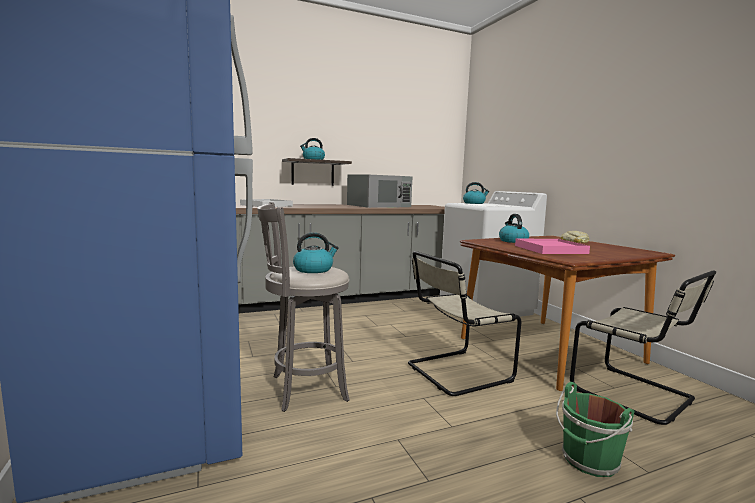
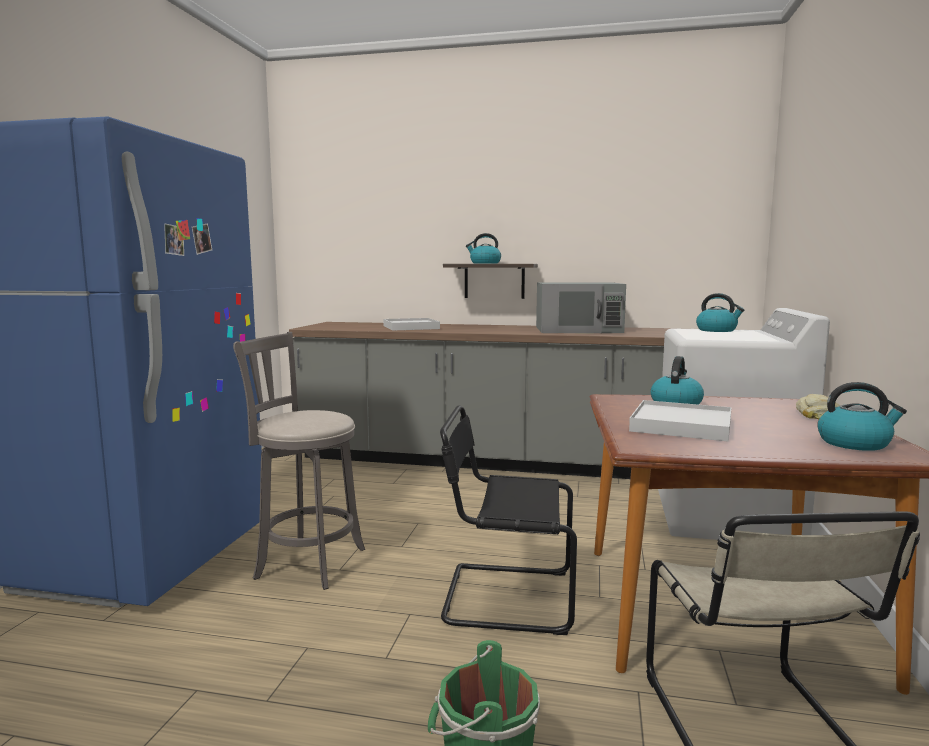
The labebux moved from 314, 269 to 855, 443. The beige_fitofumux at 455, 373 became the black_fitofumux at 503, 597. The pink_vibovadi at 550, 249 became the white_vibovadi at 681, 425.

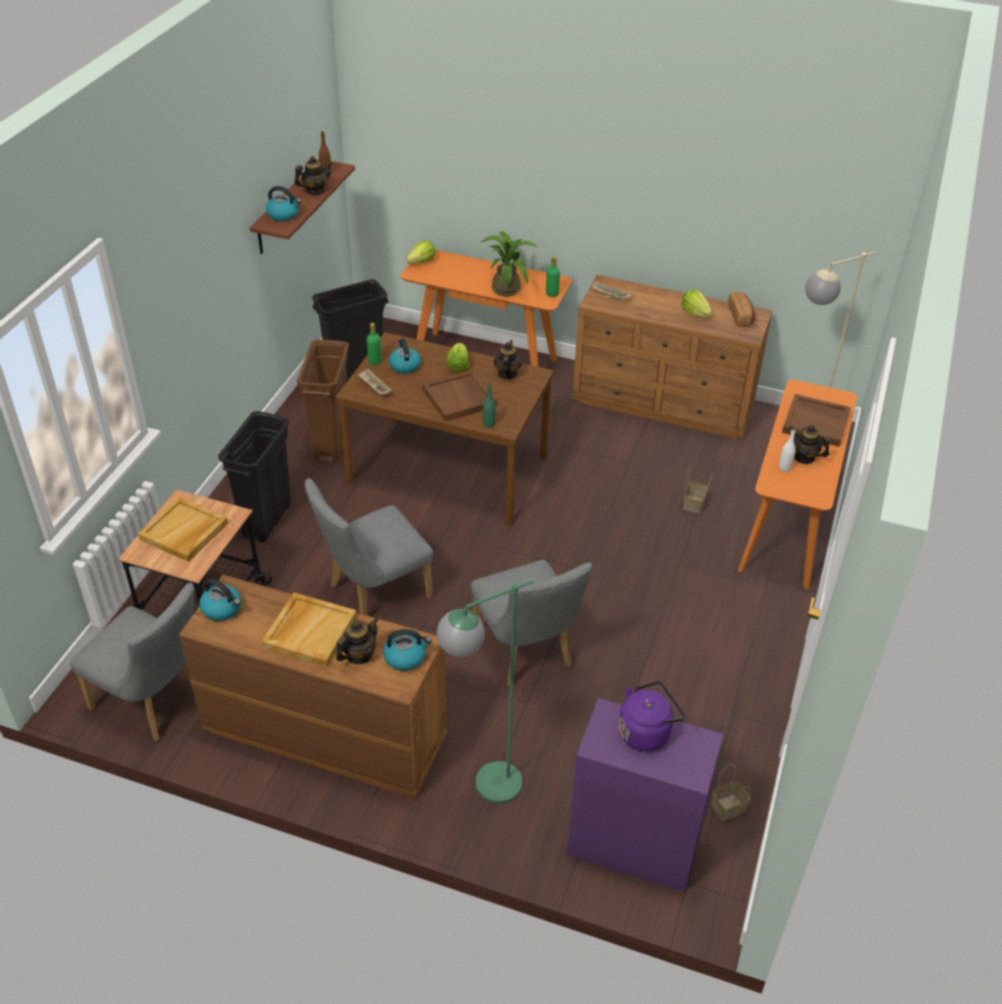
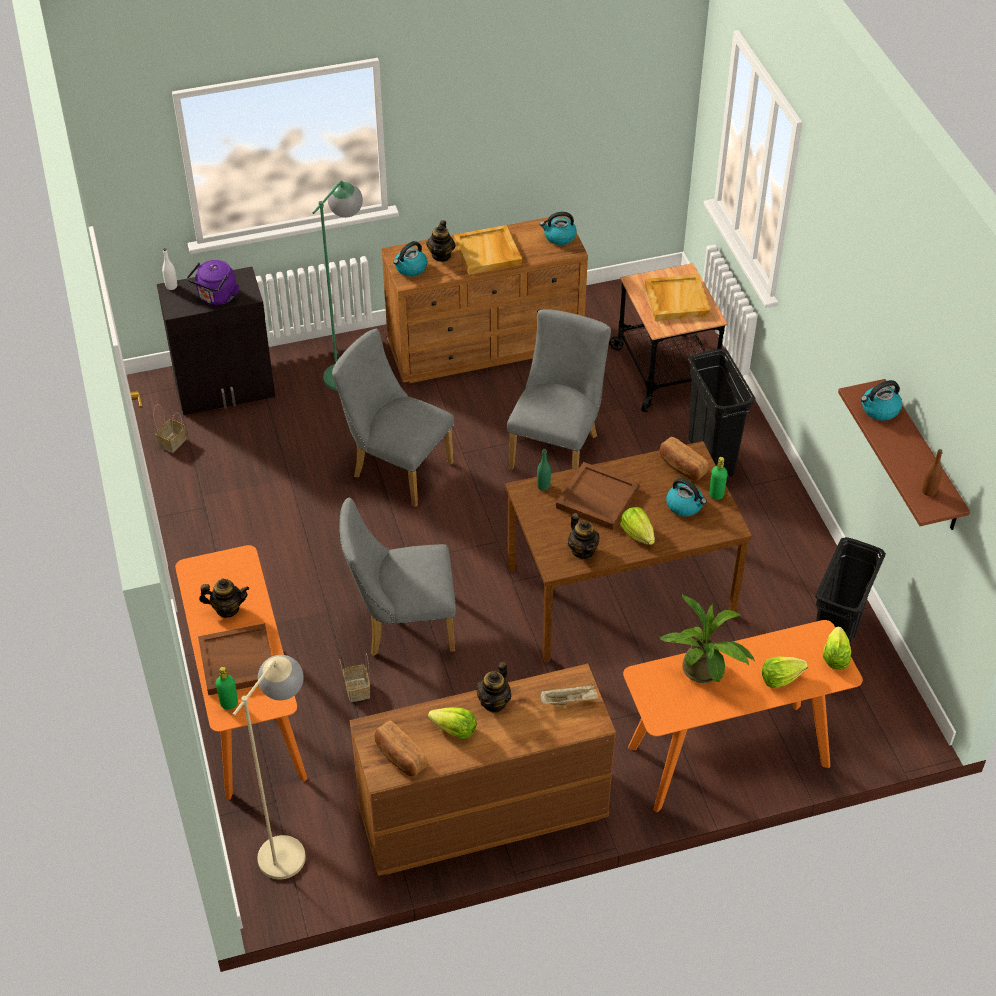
The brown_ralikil at 331, 443 disappeared. The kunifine at 780, 678 appeared. The grey_fitofumux moved from 155, 702 to 402, 625. The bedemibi moved from 315, 191 to 494, 702. The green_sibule moved from 552, 294 to 229, 703. The white_sibule moved from 784, 468 to 171, 286. The beige_vibovadi at 374, 388 was replaced by the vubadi at 681, 467. The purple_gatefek at 632, 843 became the black_gatefek at 226, 390.

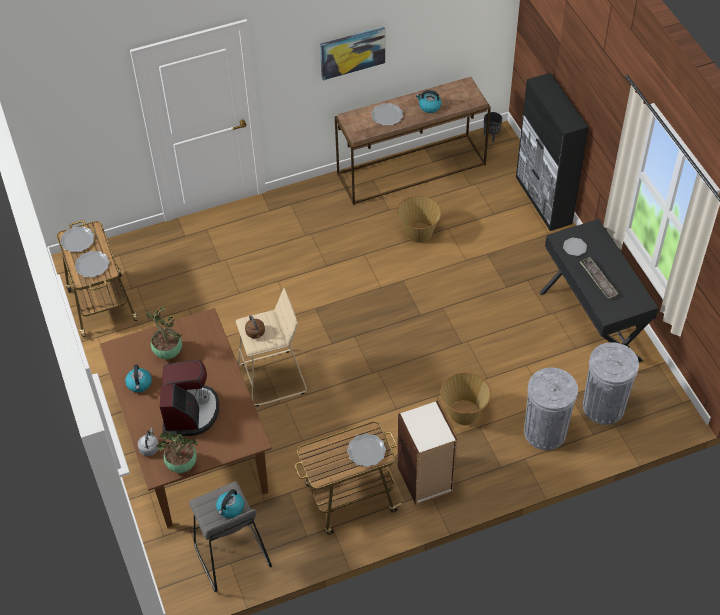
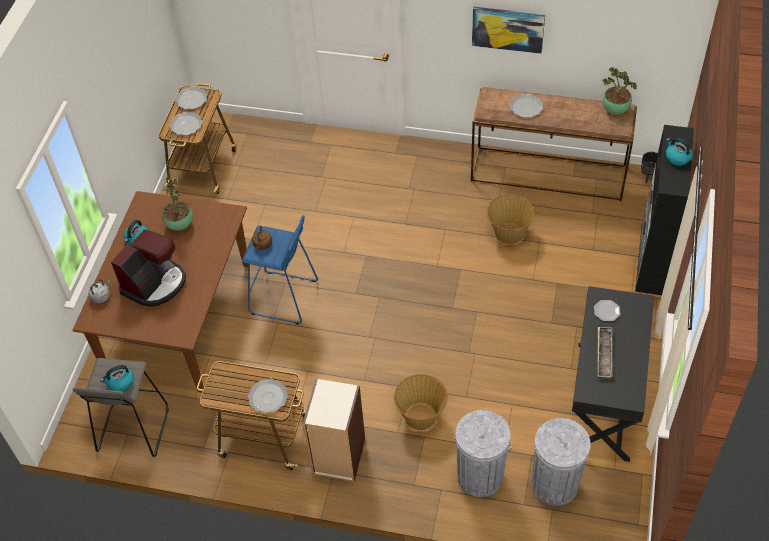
The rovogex moved from 183, 465 to 616, 110. The labebux moved from 429, 106 to 677, 157. The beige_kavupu at 273, 378 became the blue_kavupu at 284, 298.

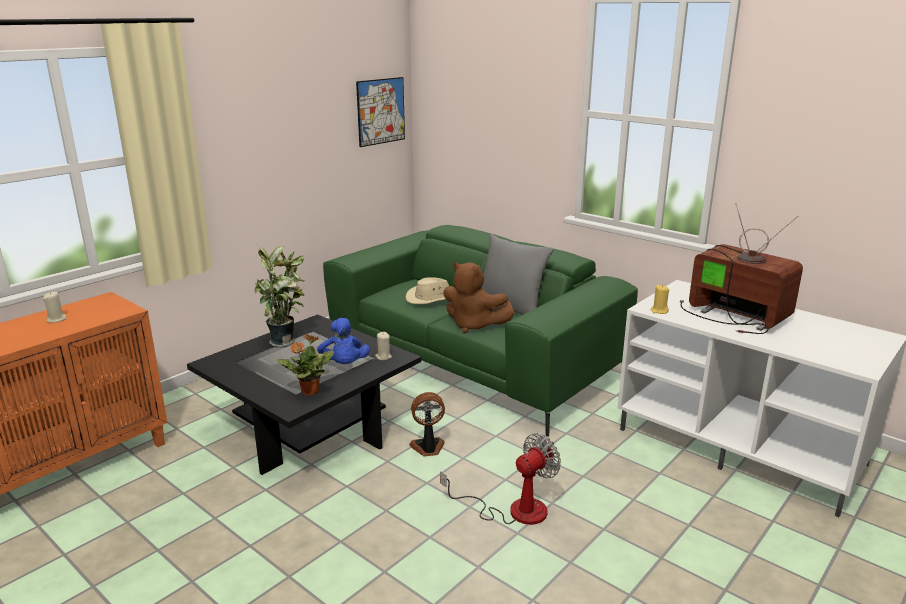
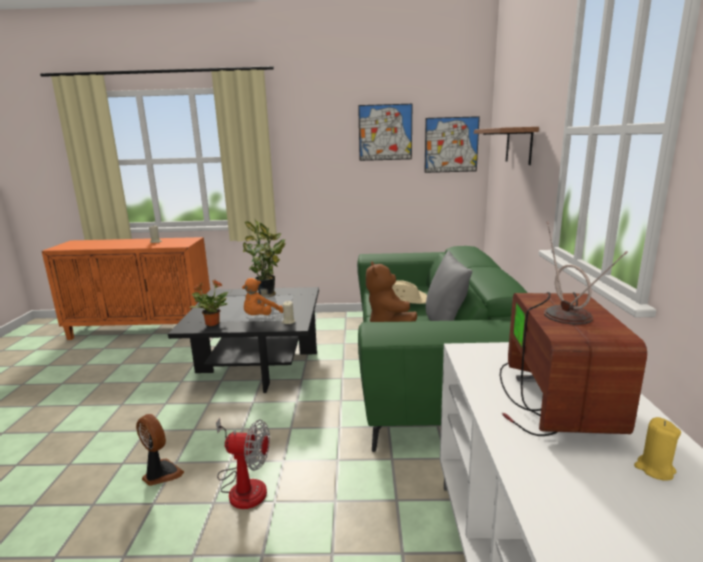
The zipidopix at 385, 132 appeared. The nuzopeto at 519, 145 appeared. The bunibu moved from 428, 448 to 160, 474. The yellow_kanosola moved from 659, 311 to 654, 469. The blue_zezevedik at 344, 365 became the orange_zezevedik at 260, 317.

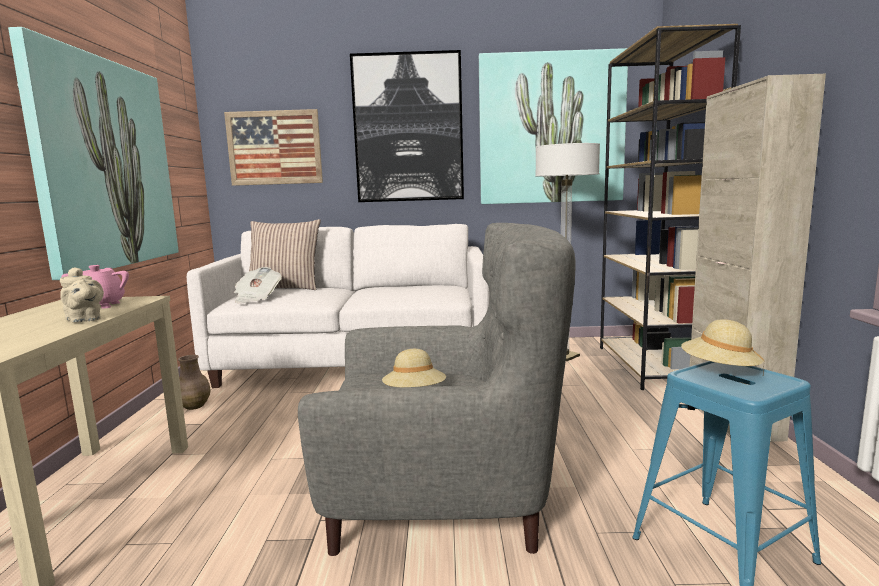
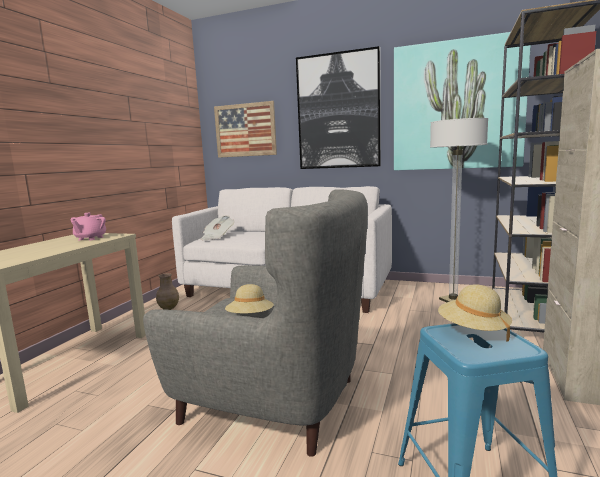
The zipidopix at 104, 164 disappeared. The beige_bedemibi at 84, 320 disappeared. The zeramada at 285, 288 disappeared.

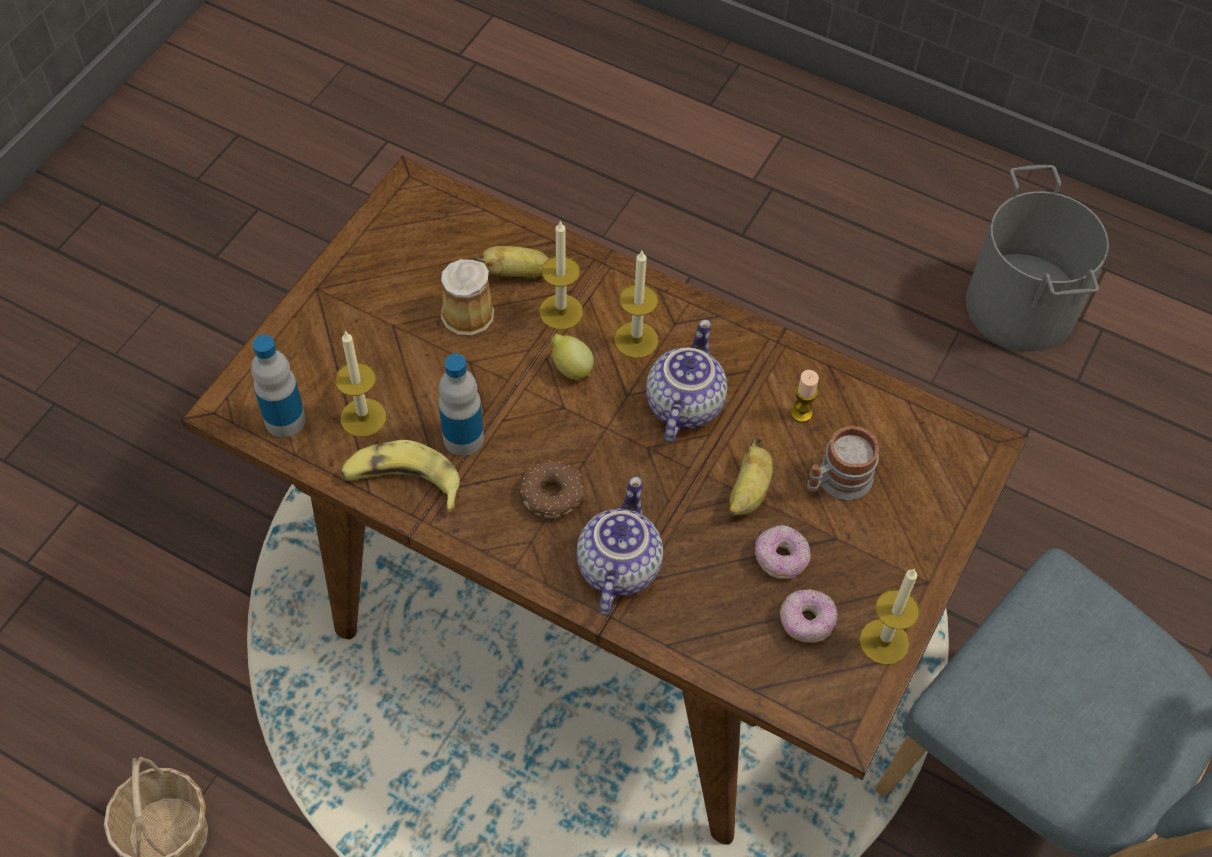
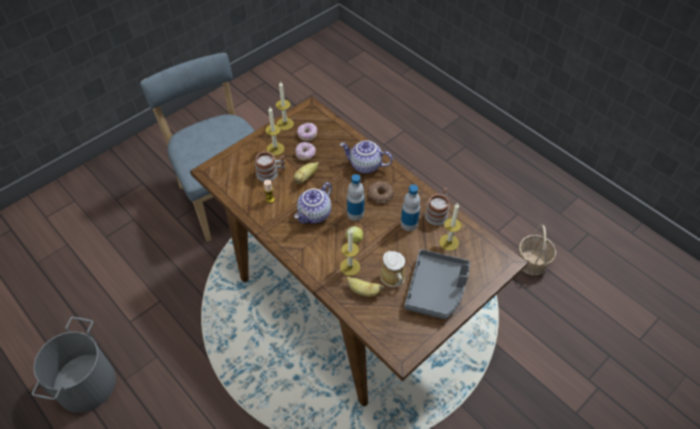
The grey_vibovadi at 436, 289 appeared. The sibule moved from 285, 420 to 355, 213. The kanosola moved from 636, 340 to 275, 149. The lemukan at 402, 482 was replaced by the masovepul at 437, 213. The bedemibi at 616, 566 turned 75 degrees clockwise.

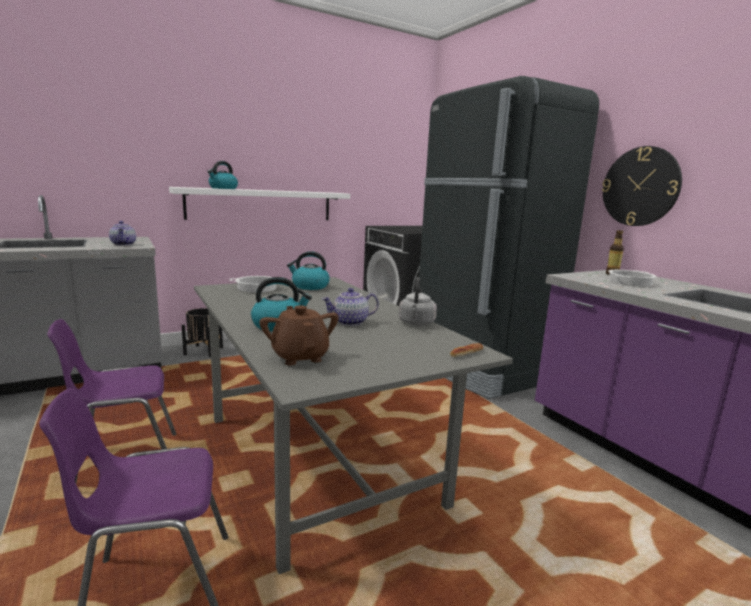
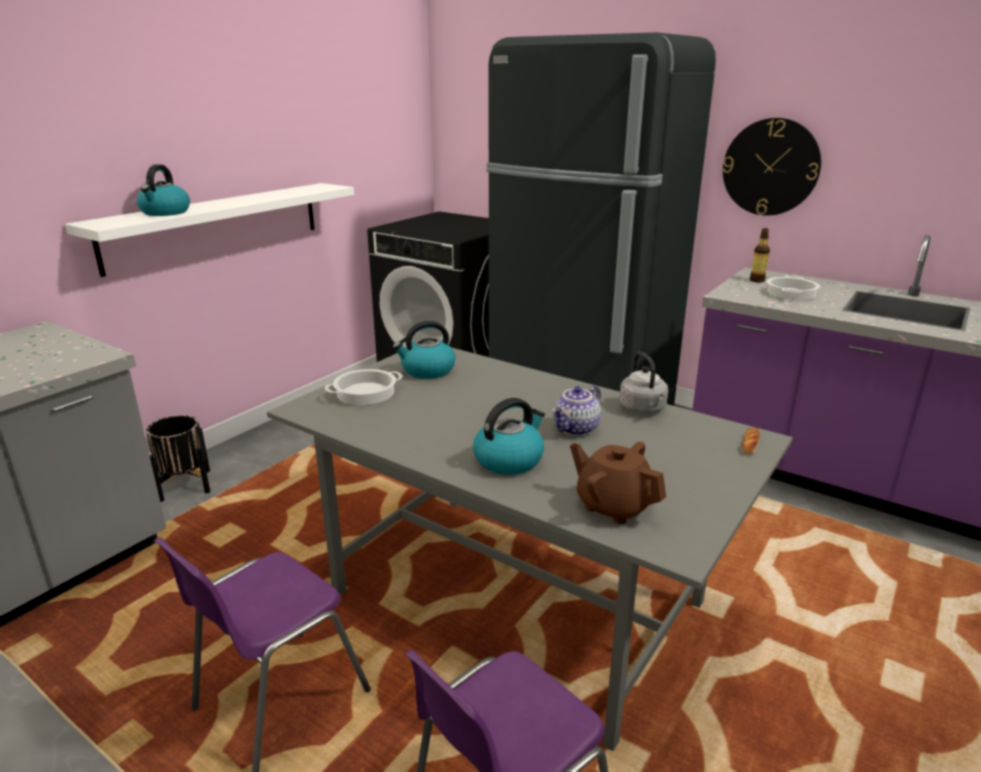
The bedemibi at 124, 244 disappeared.

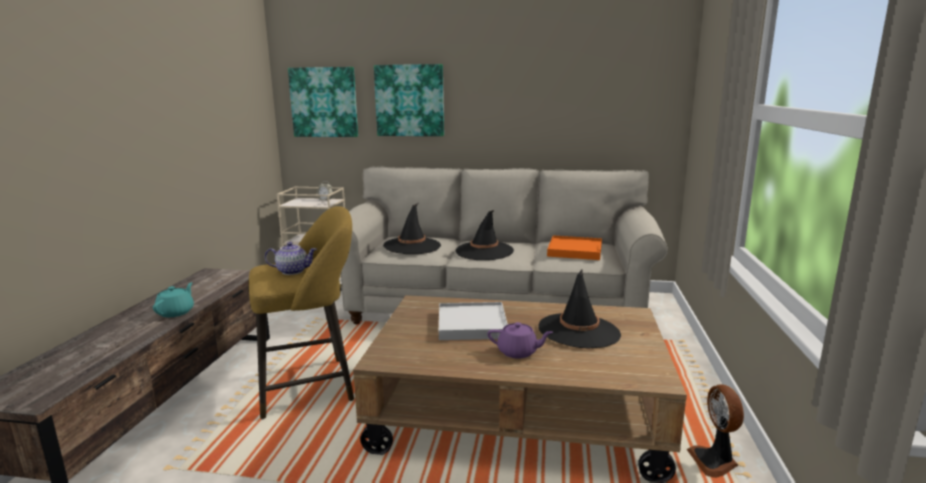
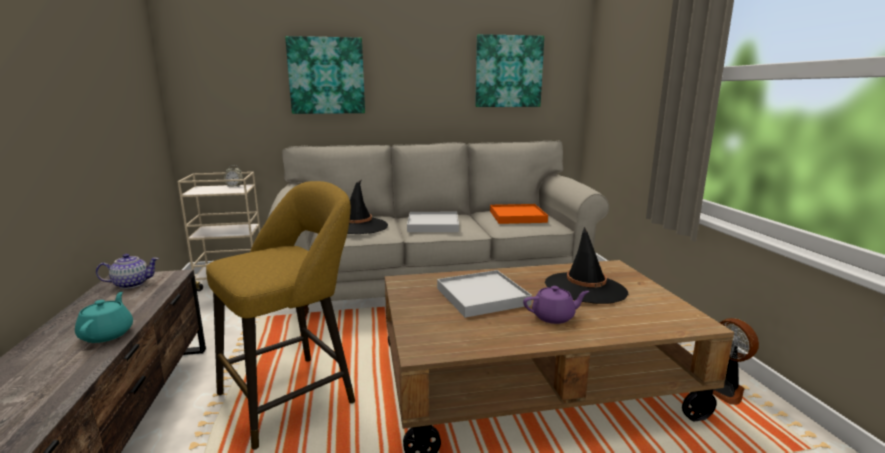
The bedemibi moved from 292, 271 to 131, 284. The zipidopix moved from 324, 102 to 508, 71. The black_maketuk at 484, 251 was replaced by the white_vibovadi at 433, 225.

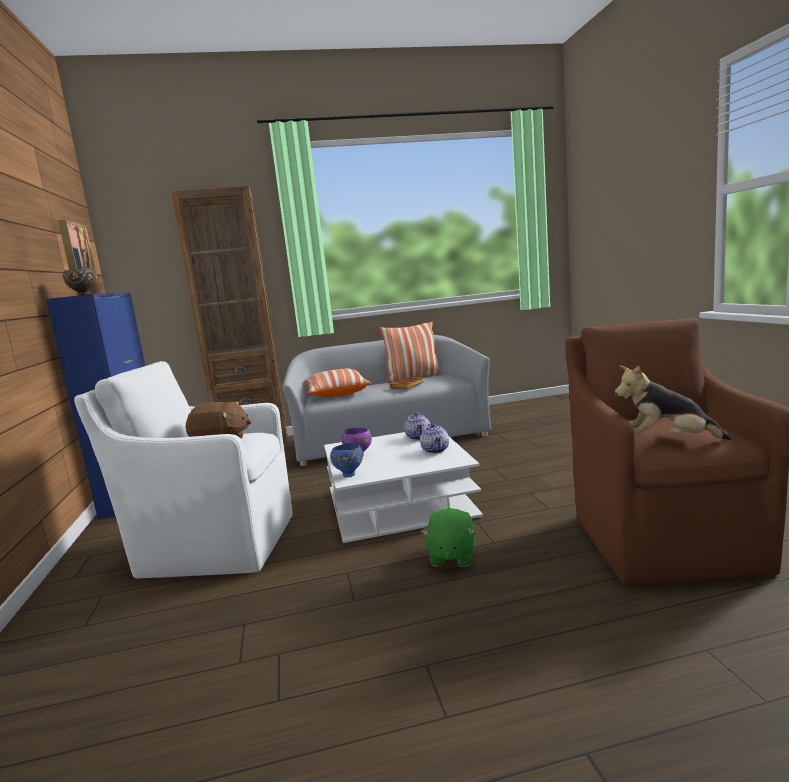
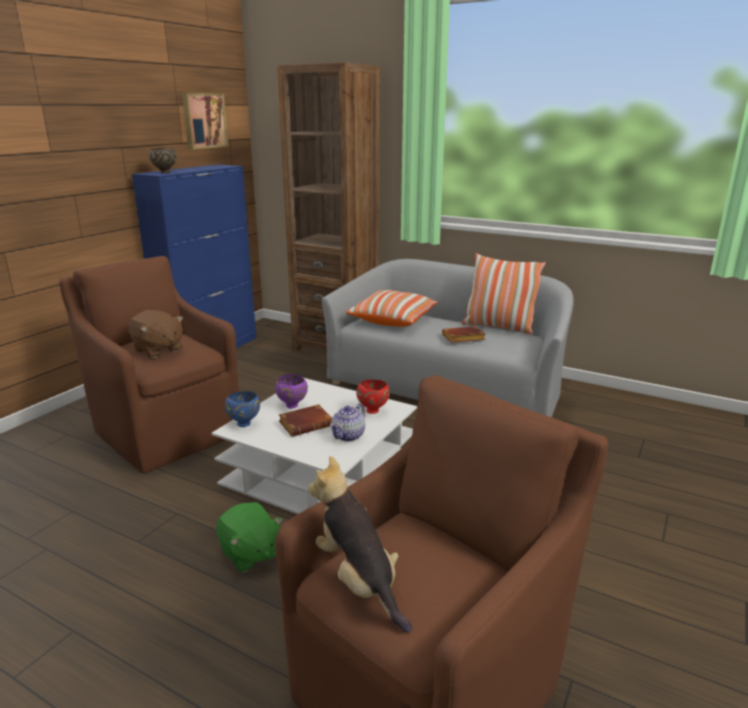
The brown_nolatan at 306, 424 appeared. The bedemibi at 419, 437 was replaced by the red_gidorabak at 373, 410. The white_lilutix at 214, 544 became the brown_lilutix at 166, 430. The green_zezevedik at 451, 556 turned 90 degrees counterclockwise.

